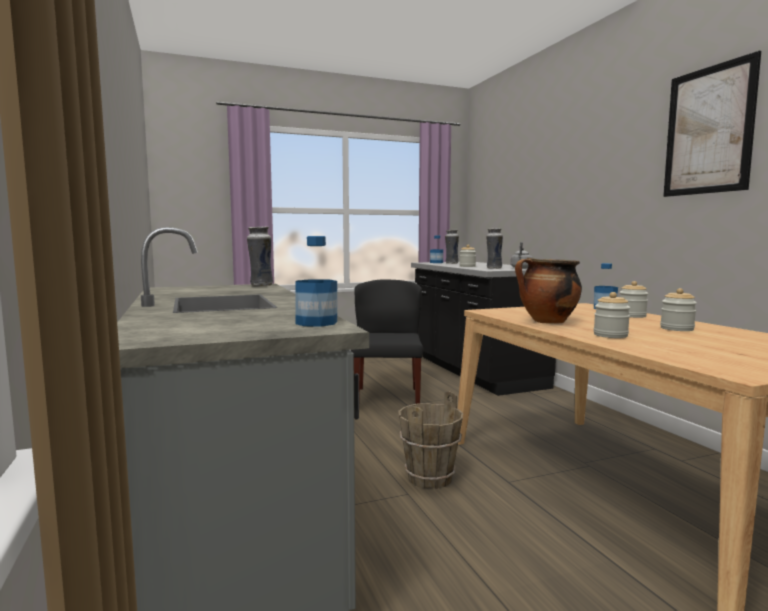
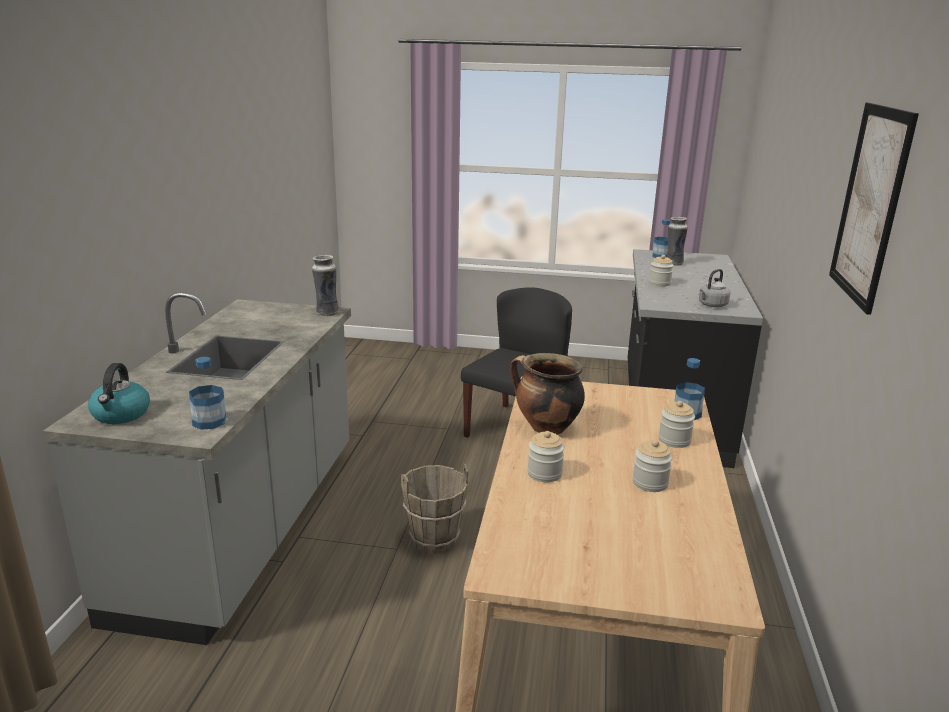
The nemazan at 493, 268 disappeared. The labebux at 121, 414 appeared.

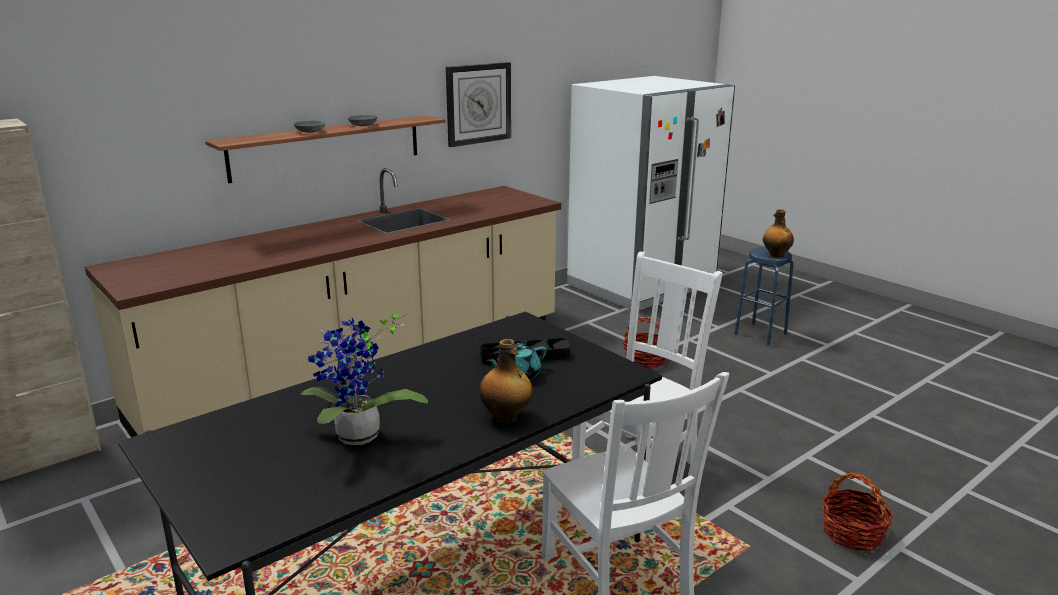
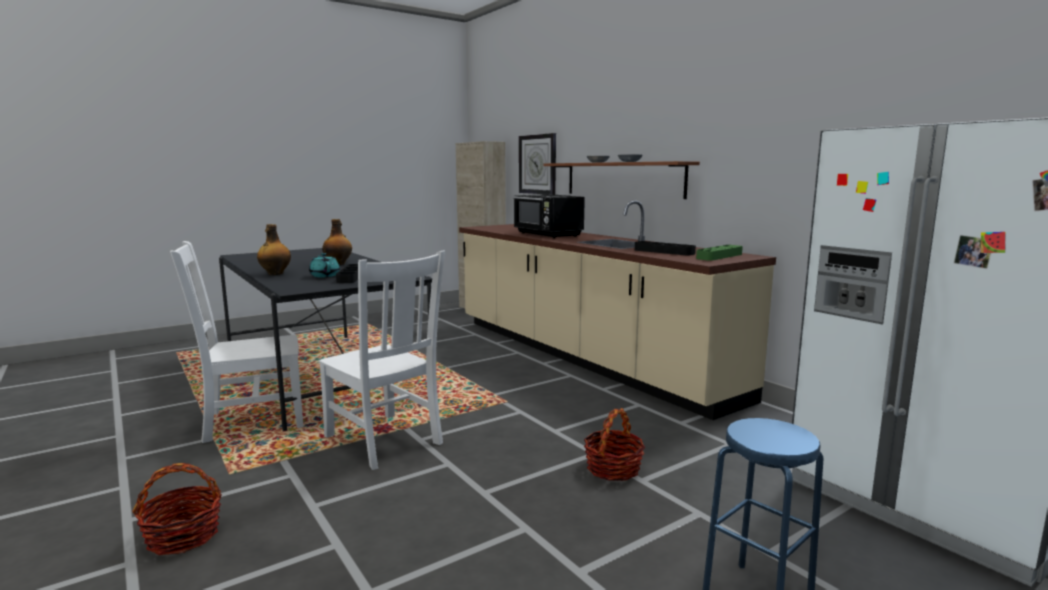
The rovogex at 358, 439 disappeared. The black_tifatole at 547, 235 appeared. The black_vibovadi at 664, 252 appeared. The green_vibovadi at 719, 256 appeared. The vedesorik moved from 478, 103 to 538, 164. The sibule moved from 776, 255 to 338, 264.

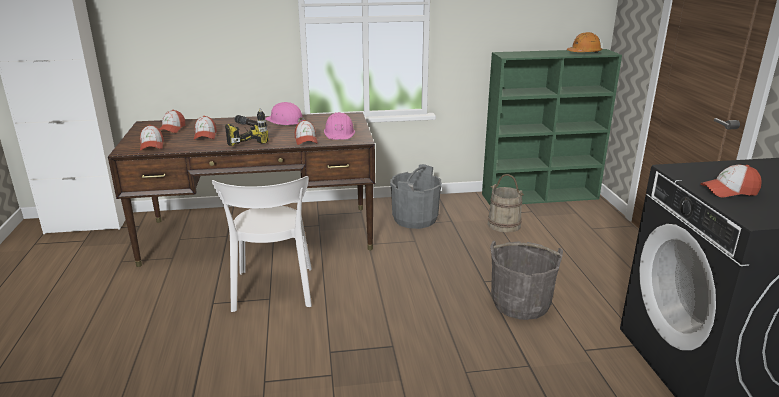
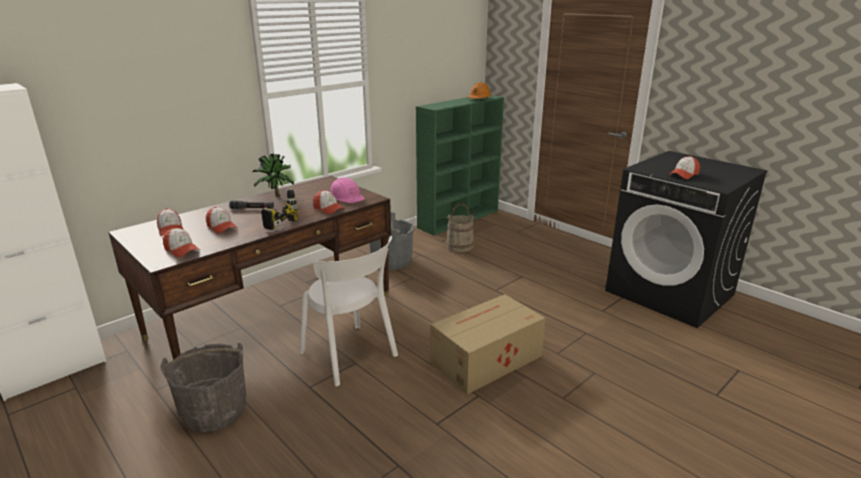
The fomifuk at 484, 360 appeared. The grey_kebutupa moved from 520, 303 to 214, 411. The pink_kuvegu at 285, 121 was replaced by the rovogex at 276, 197.

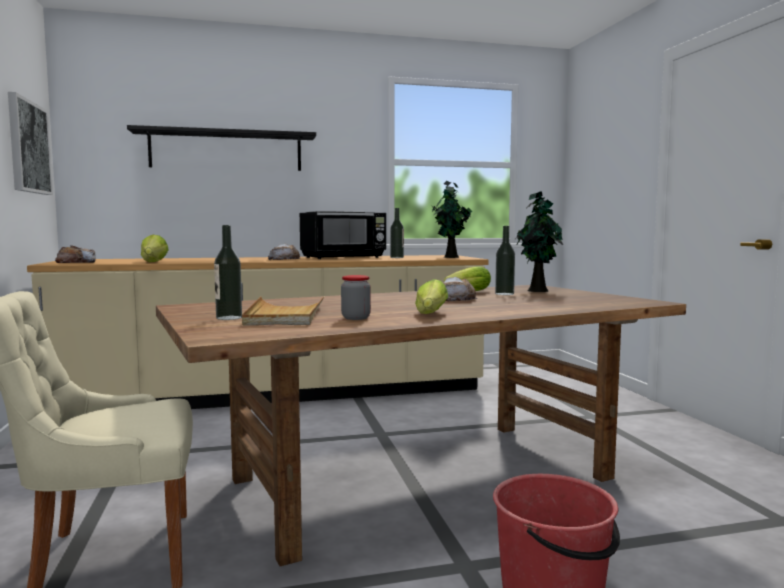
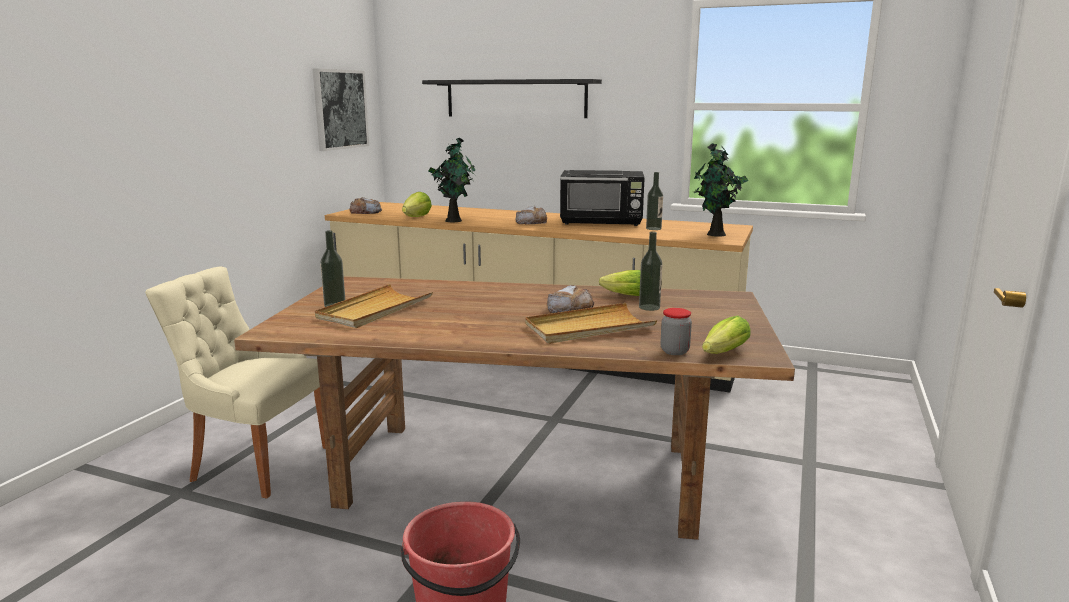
The beige_vibovadi at 588, 328 appeared. The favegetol moved from 356, 318 to 674, 351. The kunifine moved from 430, 315 to 722, 354. The rovogex moved from 536, 290 to 454, 220.

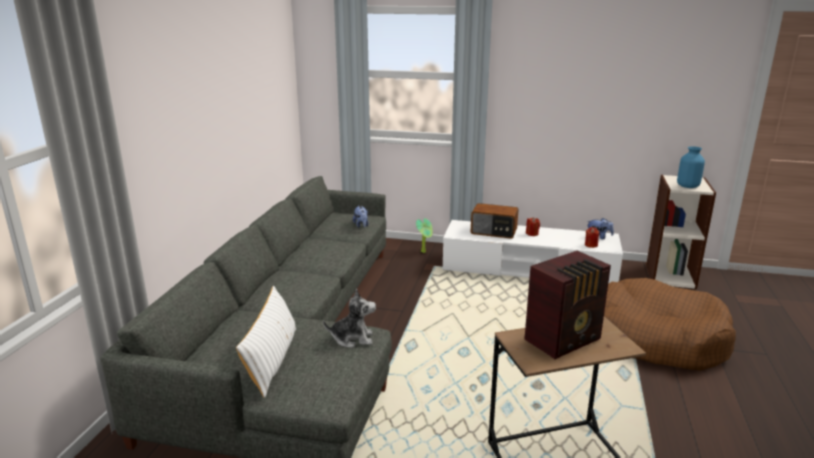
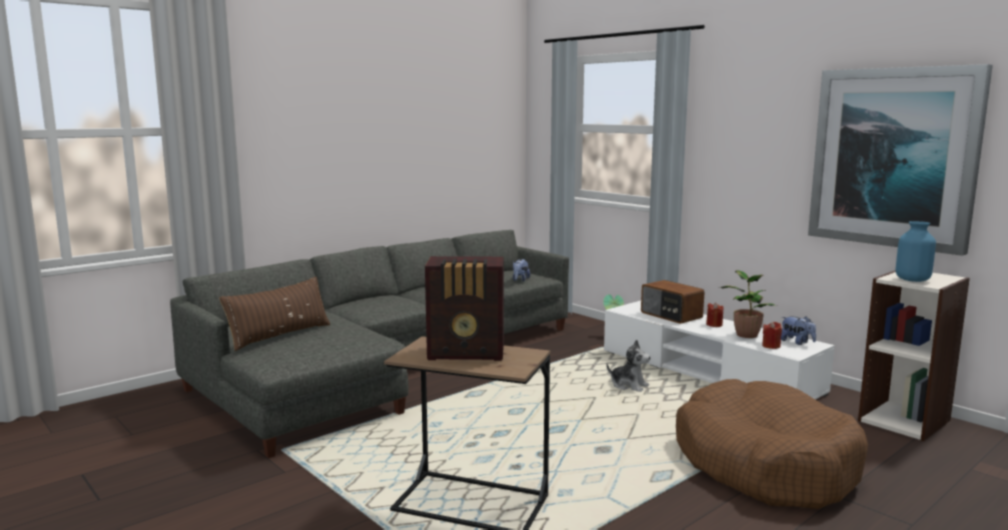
The rovogex at 745, 334 appeared. The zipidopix at 894, 157 appeared. The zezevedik moved from 352, 339 to 629, 386. The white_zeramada at 272, 360 became the brown_zeramada at 280, 335.

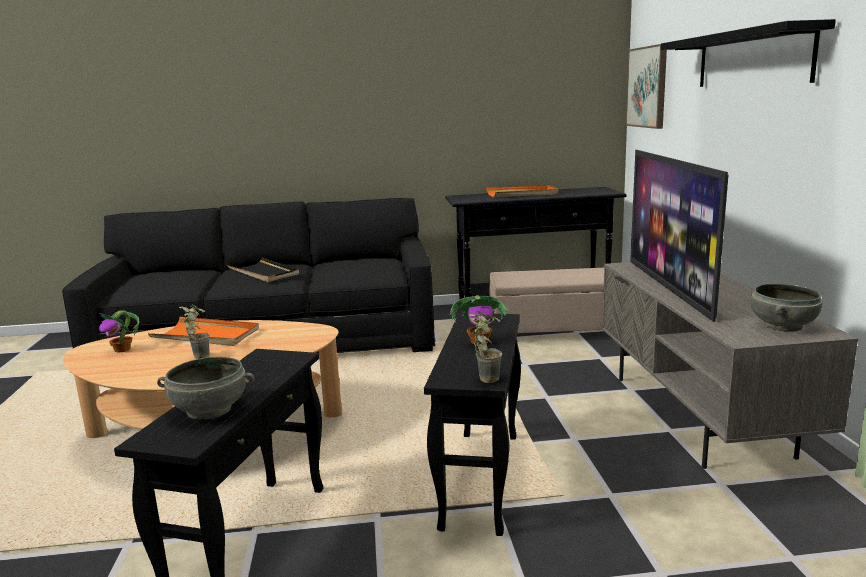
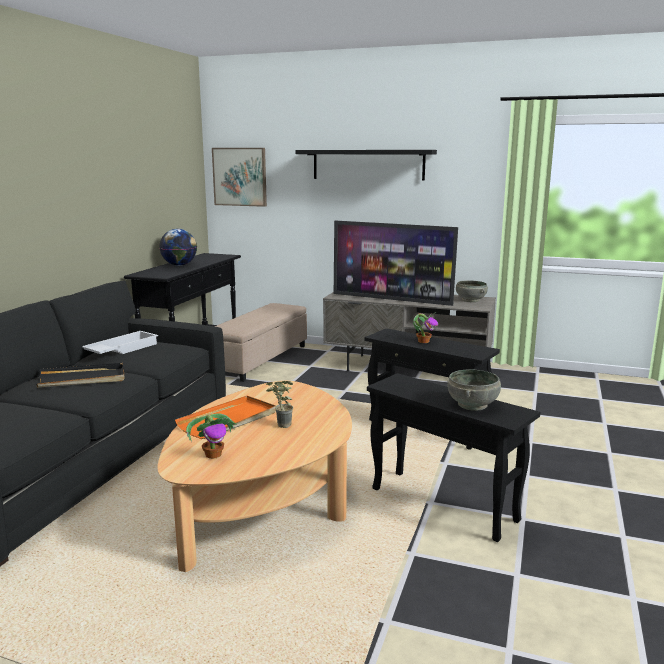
The rovogex at 484, 378 disappeared. The white_vibovadi at 121, 349 appeared. The orange_vibovadi at 522, 194 was replaced by the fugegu at 179, 265.

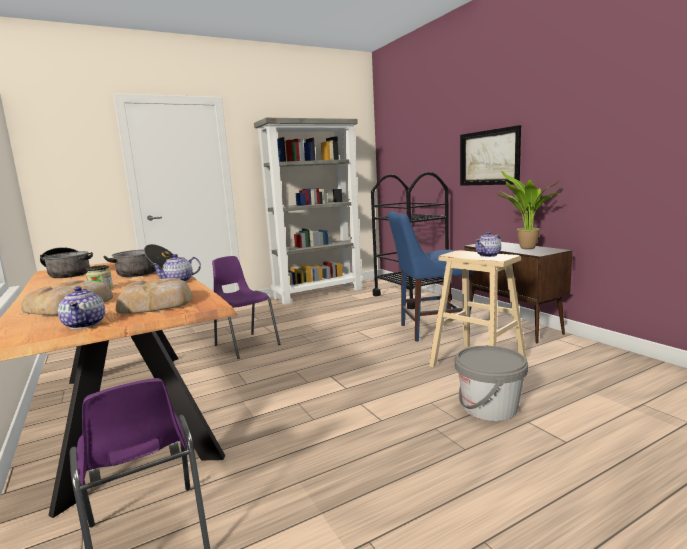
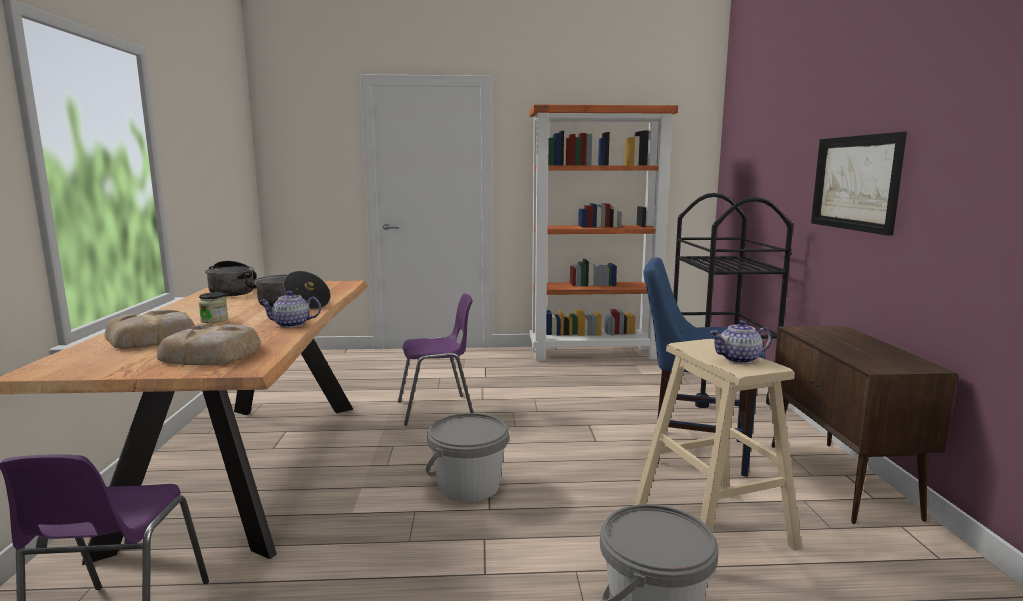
The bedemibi at 85, 324 disappeared. The rovogex at 525, 248 disappeared. The grey_kebutupa at 468, 486 appeared. The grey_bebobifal at 318, 293 became the orange_bebobifal at 594, 353. The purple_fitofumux at 246, 345 turned 90 degrees clockwise.

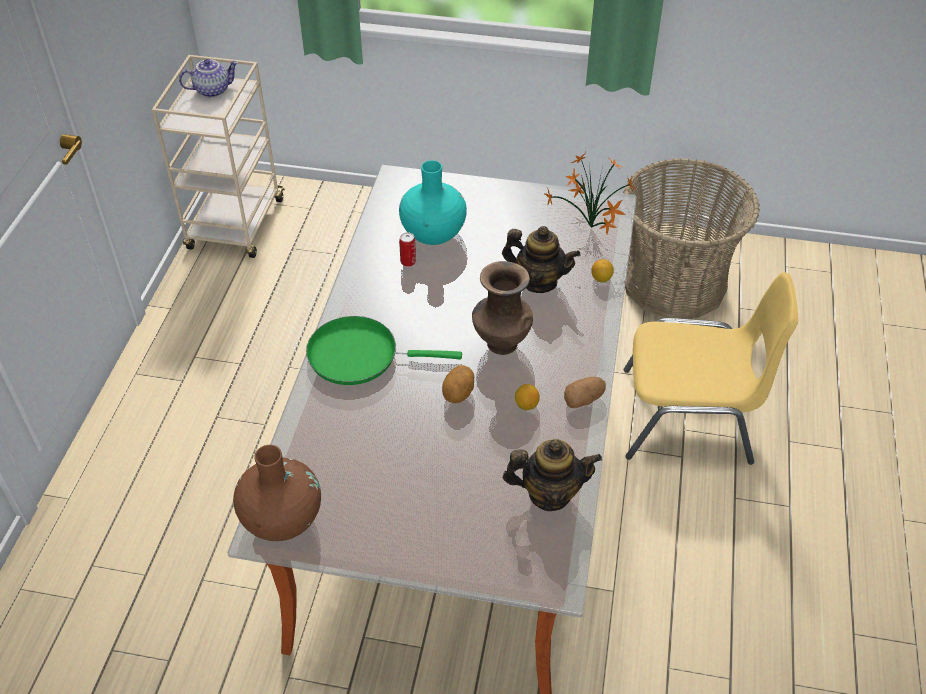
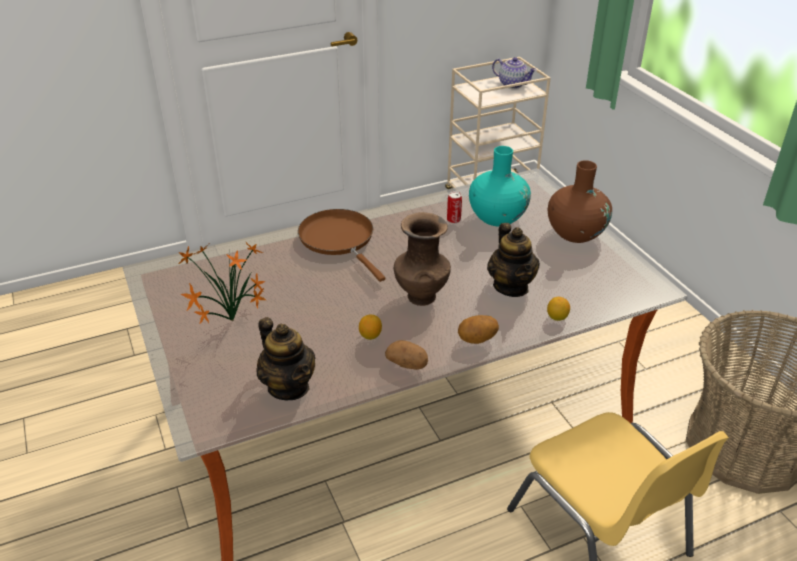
The brown_nemazan moved from 282, 519 to 575, 233. The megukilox moved from 459, 394 to 477, 340. The rovogex moved from 591, 229 to 230, 322. The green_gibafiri at 360, 355 became the brown_gibafiri at 339, 240.

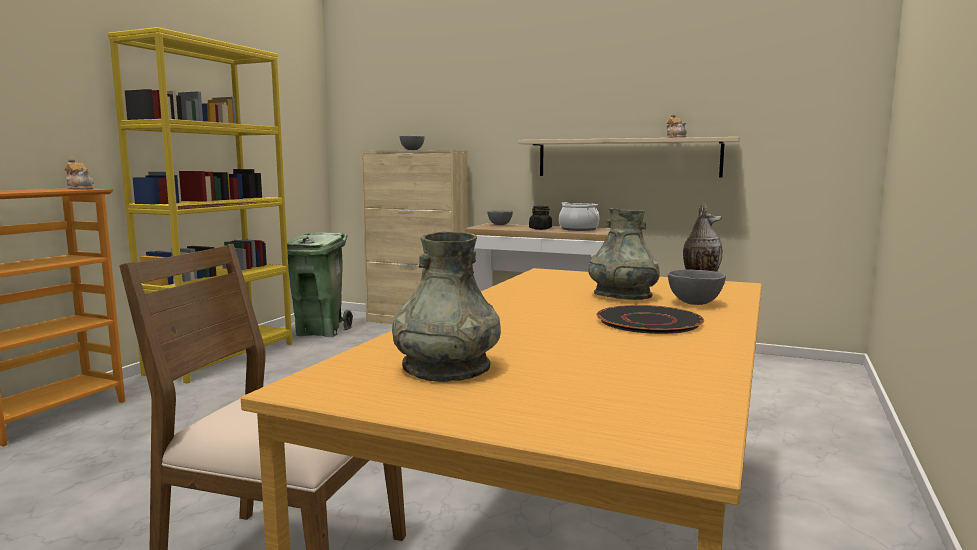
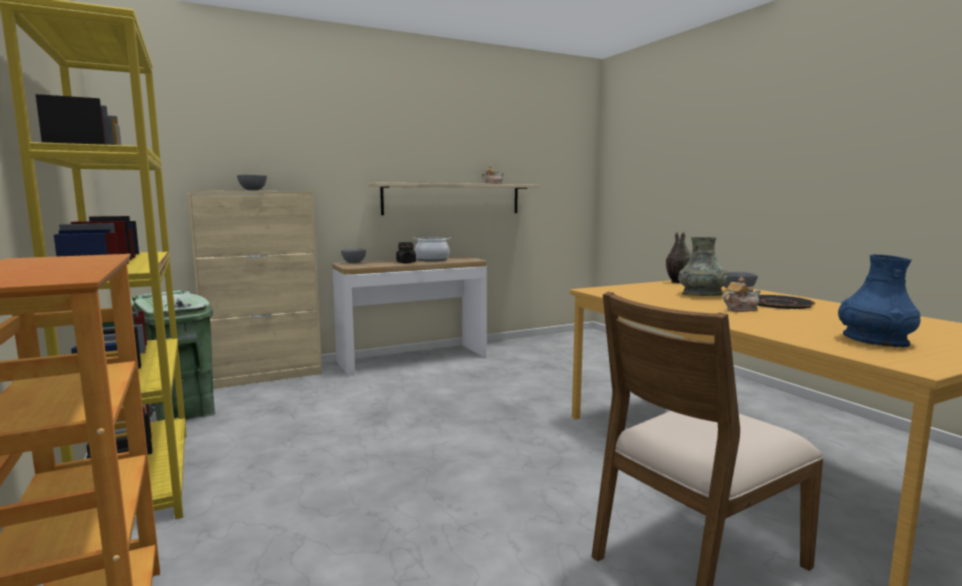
The bedemibi moved from 80, 189 to 740, 309. The grey_nemazan at 446, 367 became the blue_nemazan at 875, 340.

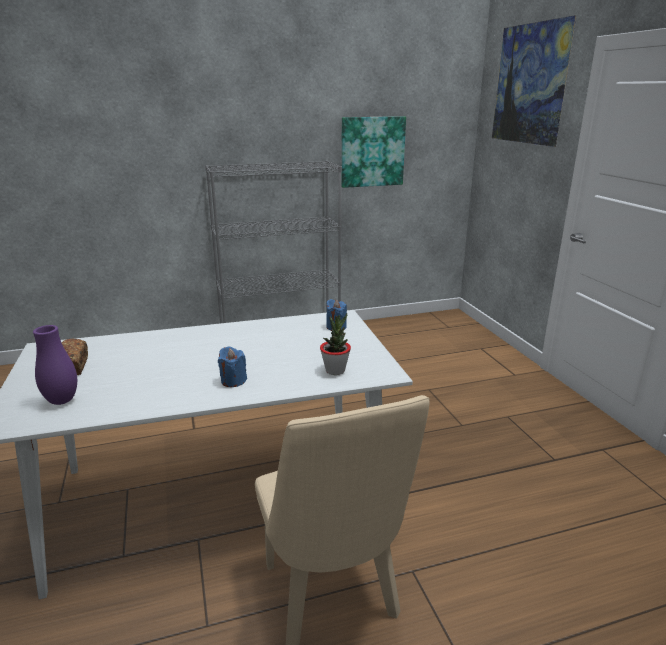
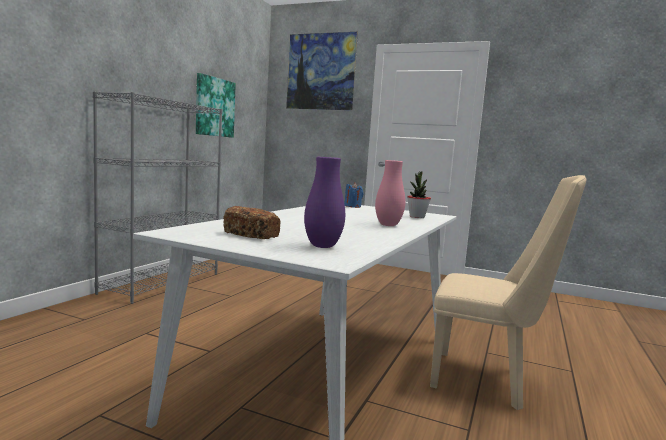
The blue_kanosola at 233, 381 was replaced by the pink_nemazan at 388, 225.

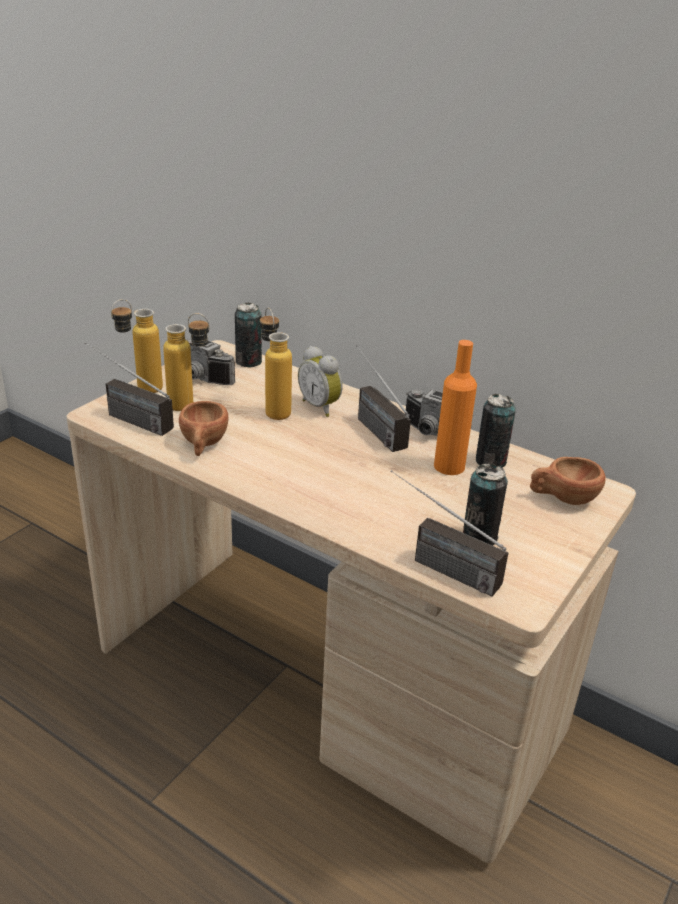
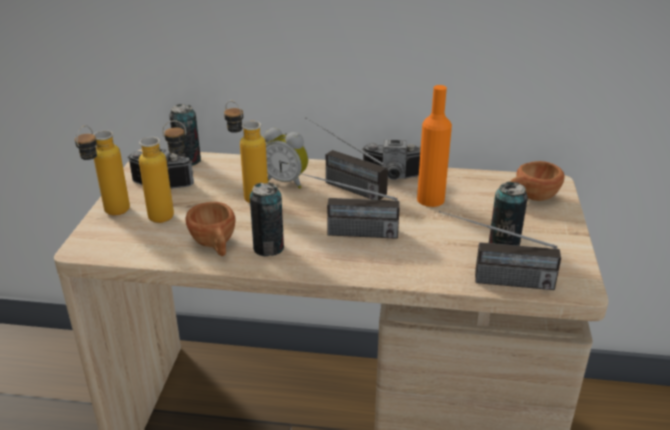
The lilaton moved from 125, 417 to 343, 232. The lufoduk moved from 490, 461 to 268, 248.

